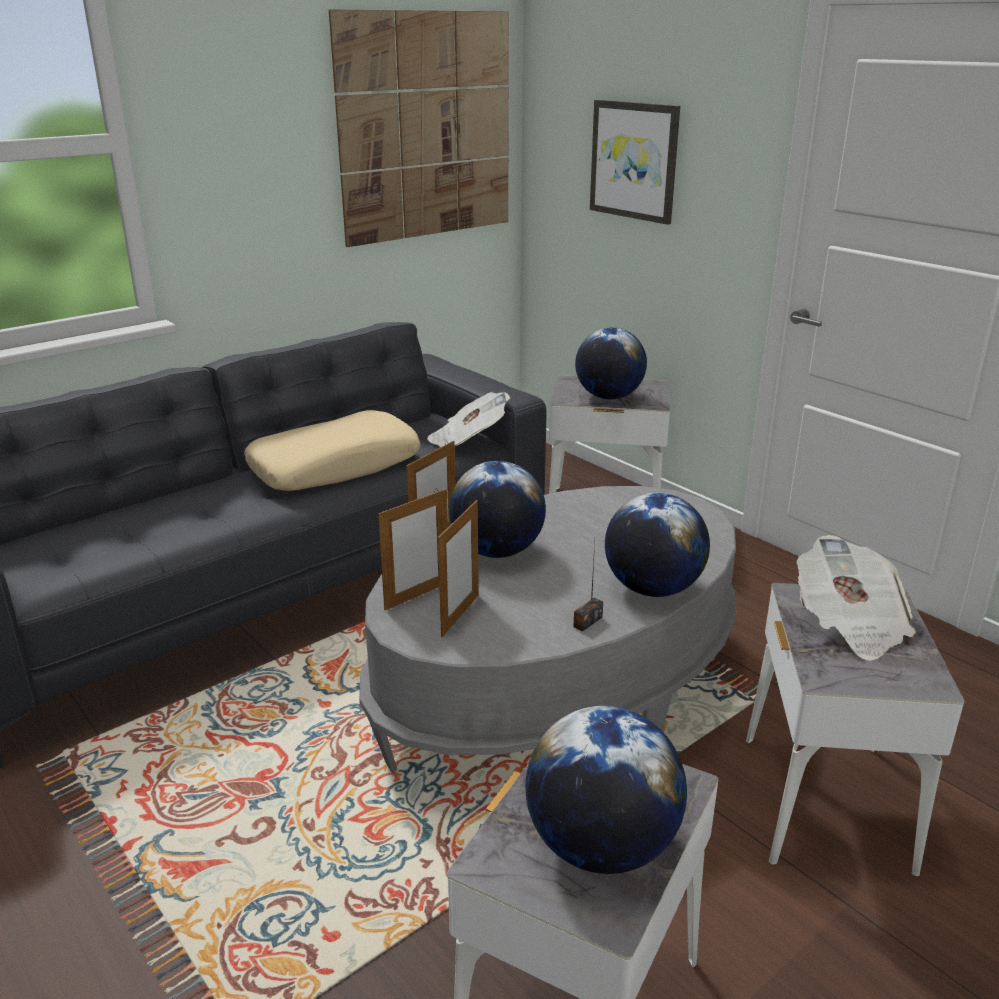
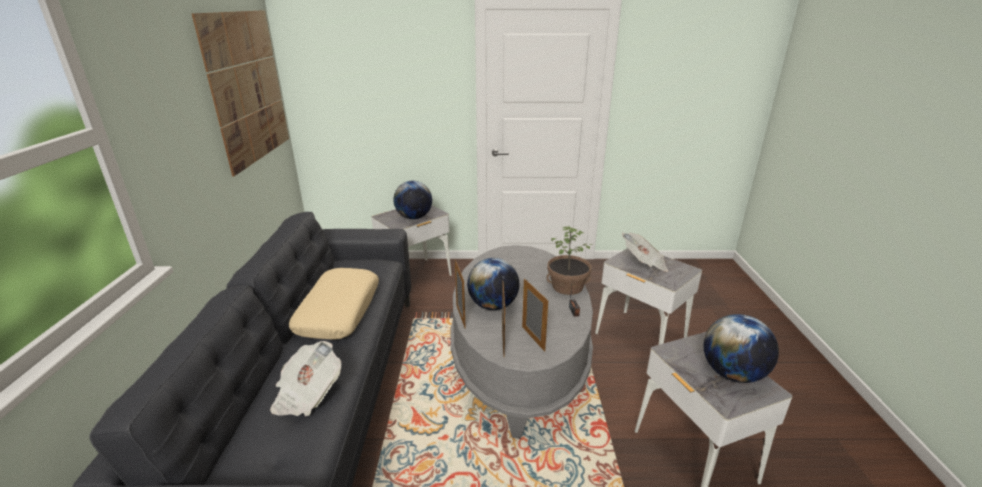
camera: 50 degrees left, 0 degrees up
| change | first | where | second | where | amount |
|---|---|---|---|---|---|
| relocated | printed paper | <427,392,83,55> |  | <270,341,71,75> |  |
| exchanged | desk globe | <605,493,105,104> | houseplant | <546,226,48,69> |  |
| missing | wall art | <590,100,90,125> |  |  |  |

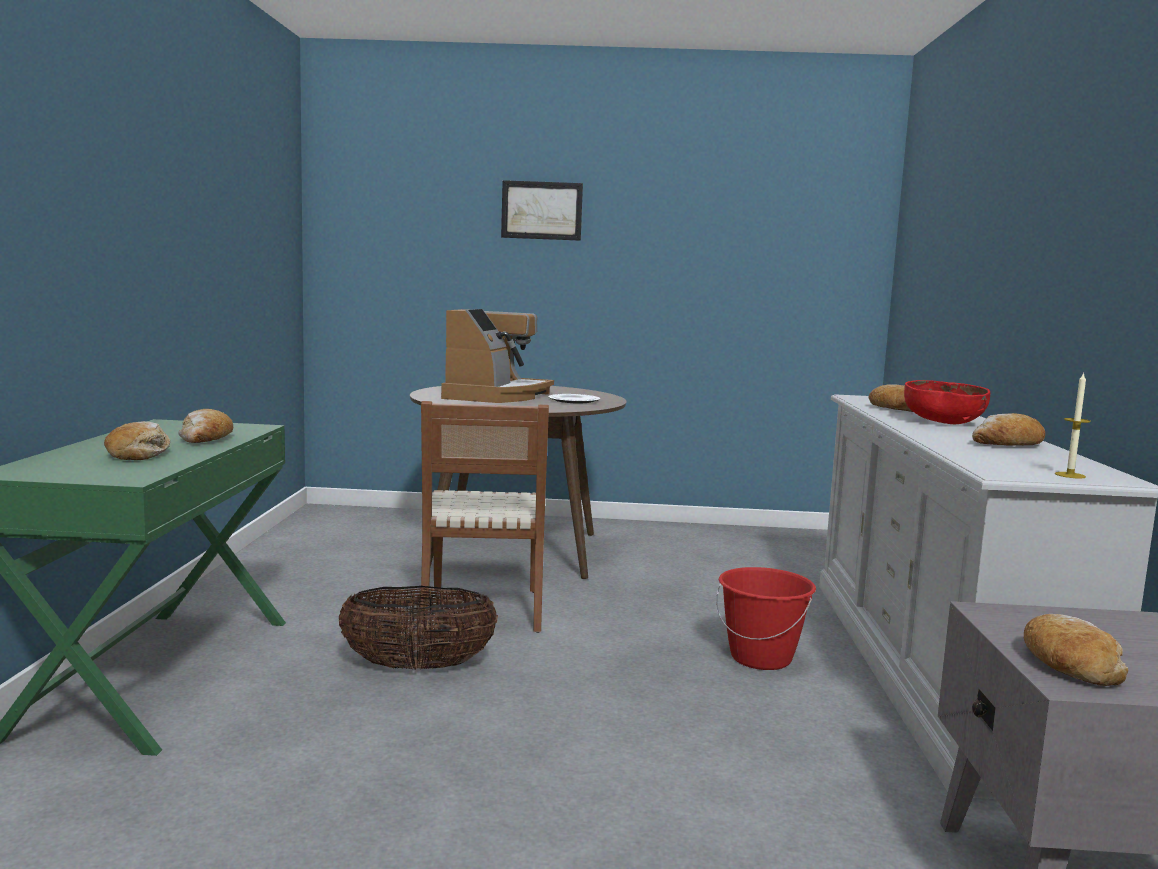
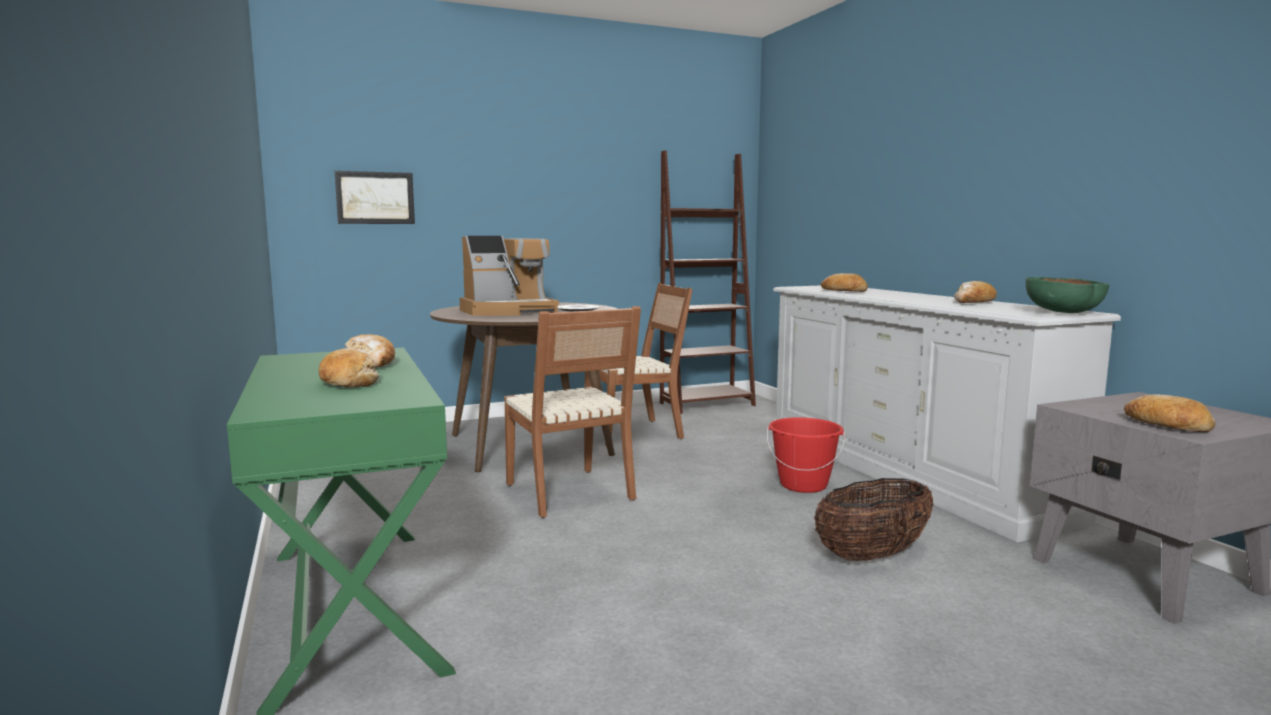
camera: 25 degrees left, 0 degrees up
| change | first | where | second | where | amount |
|---|---|---|---|---|---|
| relocated | wall art | <501,180,82,61> |  | <335,171,80,53> |  |
| spun | coffee brewer | <441,309,113,94> |  | <459,236,100,80> | 75 degrees clockwise |
| appeared |  |  | upright chair | <584,283,108,164> |  |
| appeared |  |  | brown shelving unit | <660,150,96,264> |  |
| relocated | basket | <339,586,159,83> |  | <814,478,120,83> |  |
| exchanged | wax candle | <1055,372,36,106> | greenish serving bowl | <1026,277,83,36> |  |
| missing | red-coloured serving bowl | <904,380,86,44> |  |  |  |

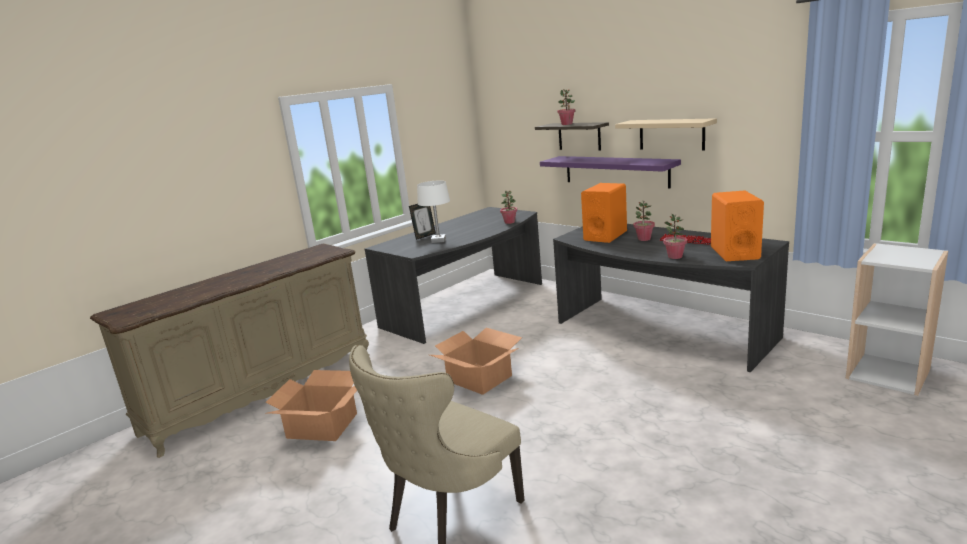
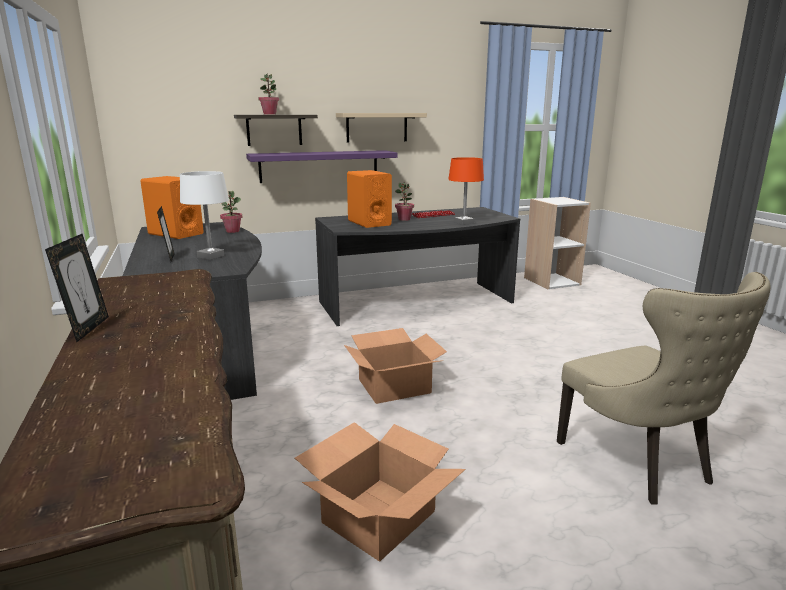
camera: 65 degrees left, 0 degrees up
| change | first | where | second | where | amount |
|---|---|---|---|---|---|
| appeared |  |  | standing frame | <45,234,64,108> |  |
| relocated | orange-coloured loudspeaker | <711,190,53,71> |  | <140,176,64,63> |  |
| exchanged | houseplant | <663,214,24,45> | orange-coloured lamp for a table | <448,157,36,68> |  |

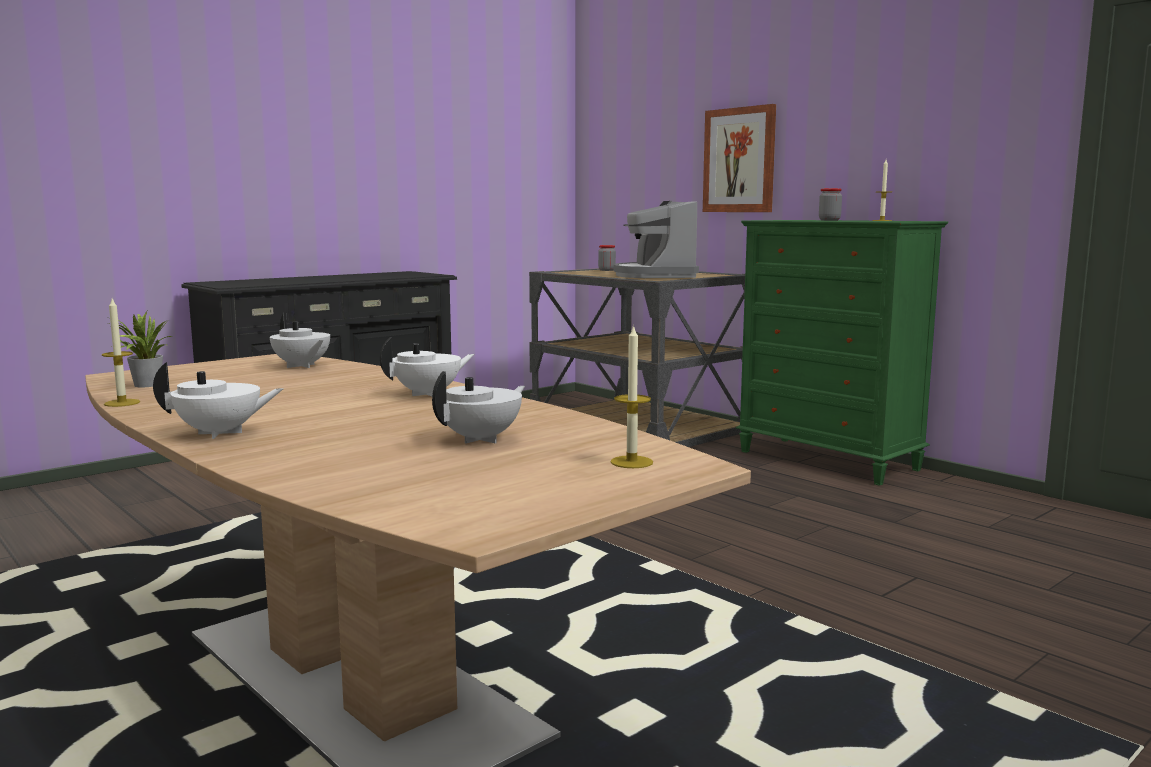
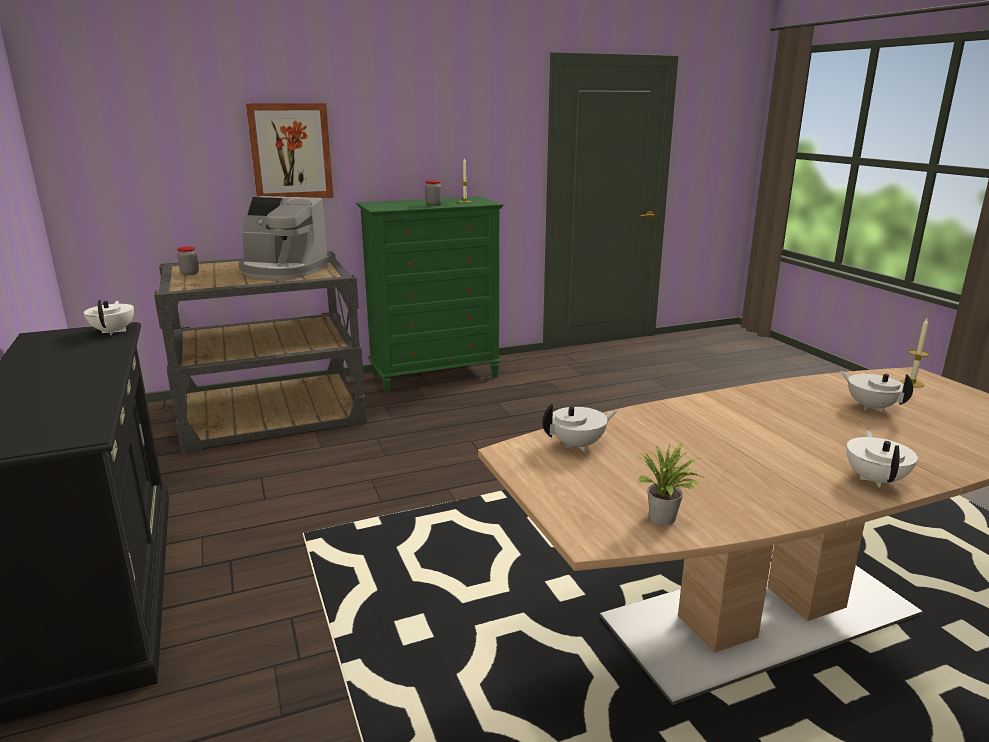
camera: 70 degrees left, 10 degrees up
| change | first | where | second | where | amount |
|---|---|---|---|---|---|
| relocated | white teapot | <380,337,95,60> |  | <84,300,50,35> |  |
| missing | wax candle | <102,299,38,108> |  |  |  |

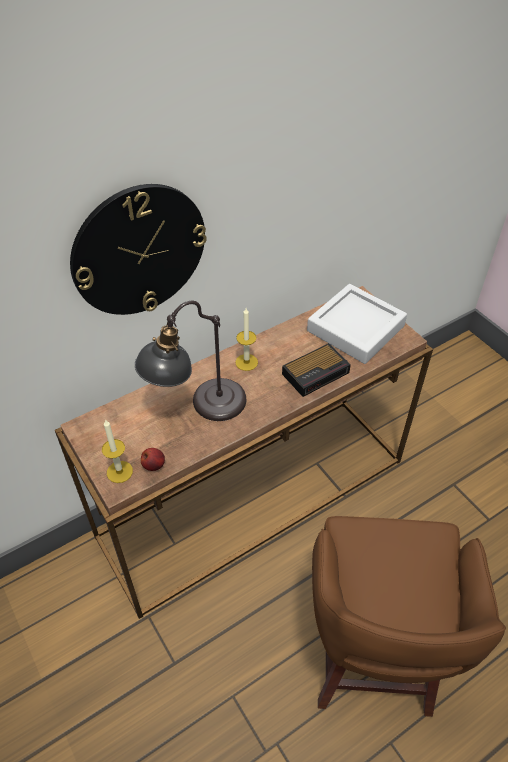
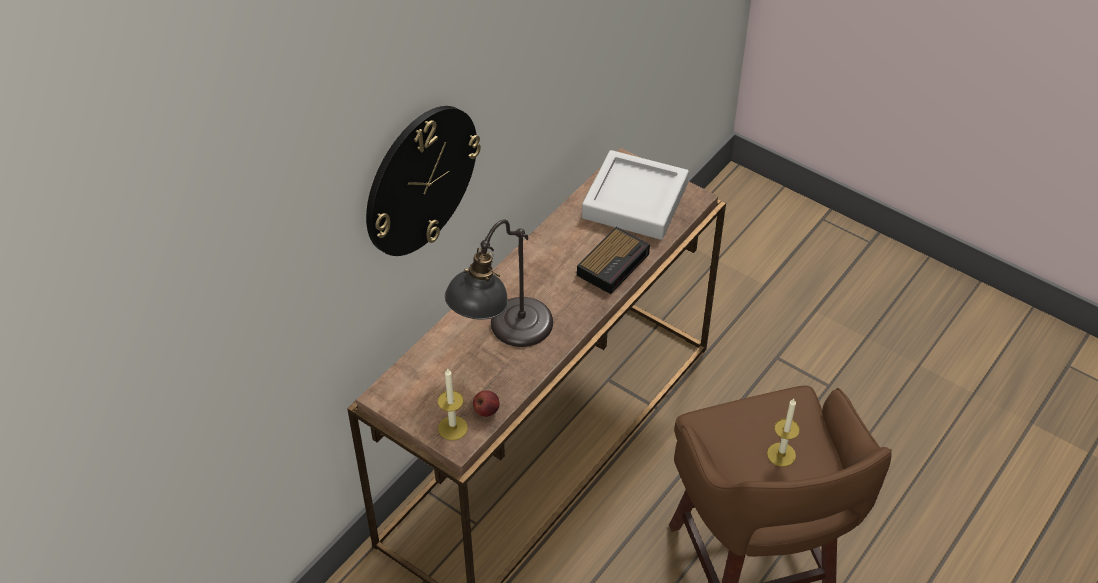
camera: 20 degrees left, 0 degrees up
| change | first | where | second | where | amount |
|---|---|---|---|---|---|
| relocated | wax candle | <235,308,23,63> |  | <767,399,33,68> |  |

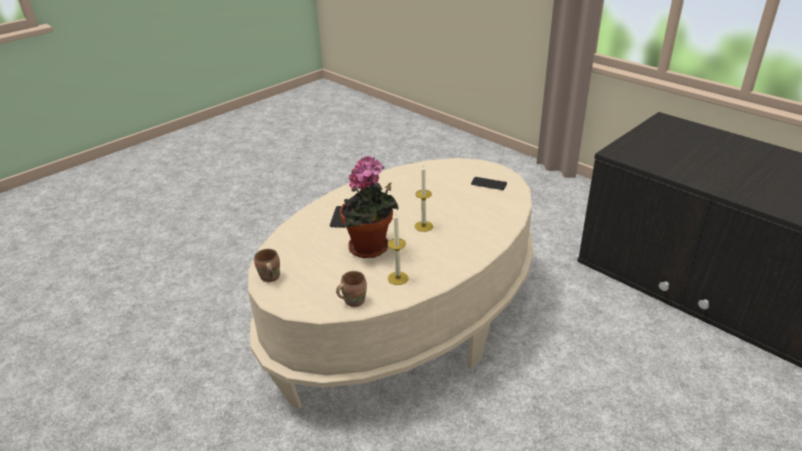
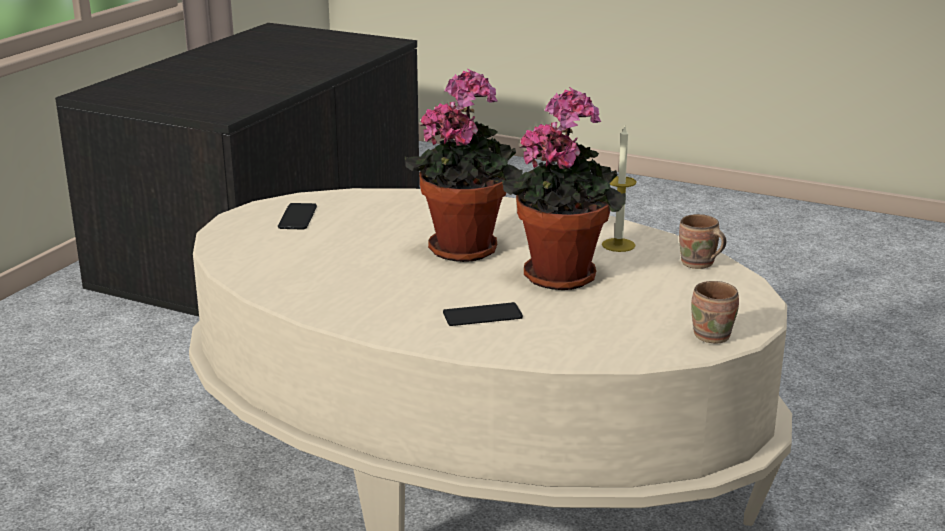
camera: 110 degrees left, 10 degrees down
| change | first | where | second | where | amount |
|---|---|---|---|---|---|
| exchanged | wax candle | <415,164,18,68> | houseplant | <405,69,117,193> |  |

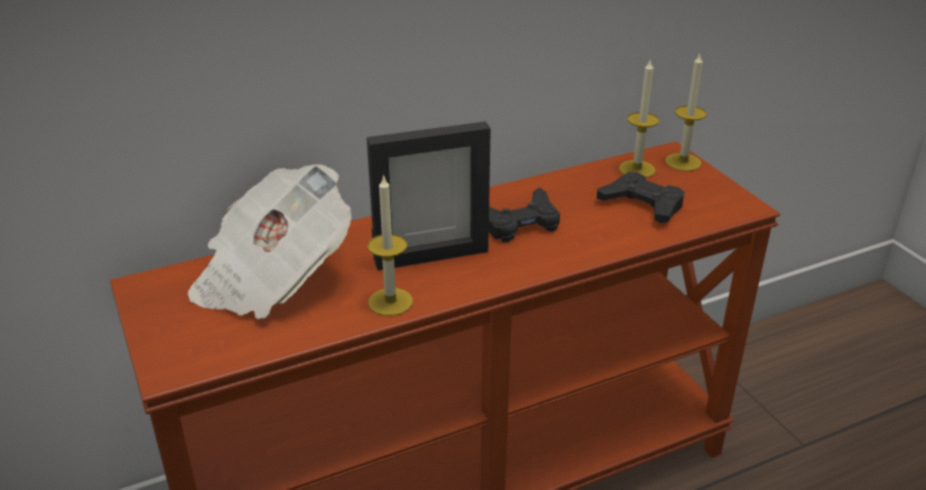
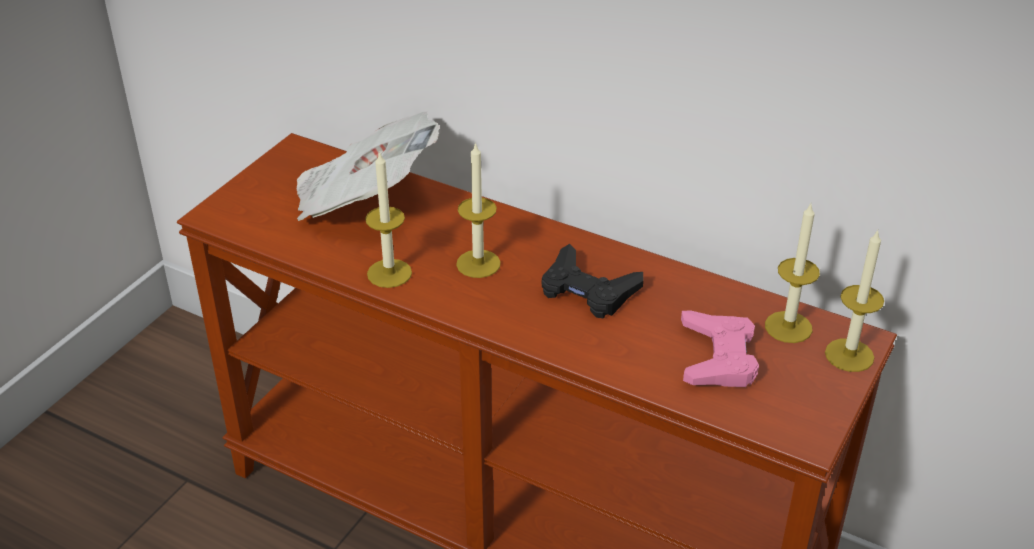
camera: 55 degrees right, 5 degrees up
| change | first | where | second | where | amount |
|---|---|---|---|---|---|
| exchanged | standing frame | <367,121,124,150> | wax candle | <456,142,45,136> |  |
| colour | black gamepad | <597,172,87,51> | pink-coloured gamepad | <681,310,78,77> |  |

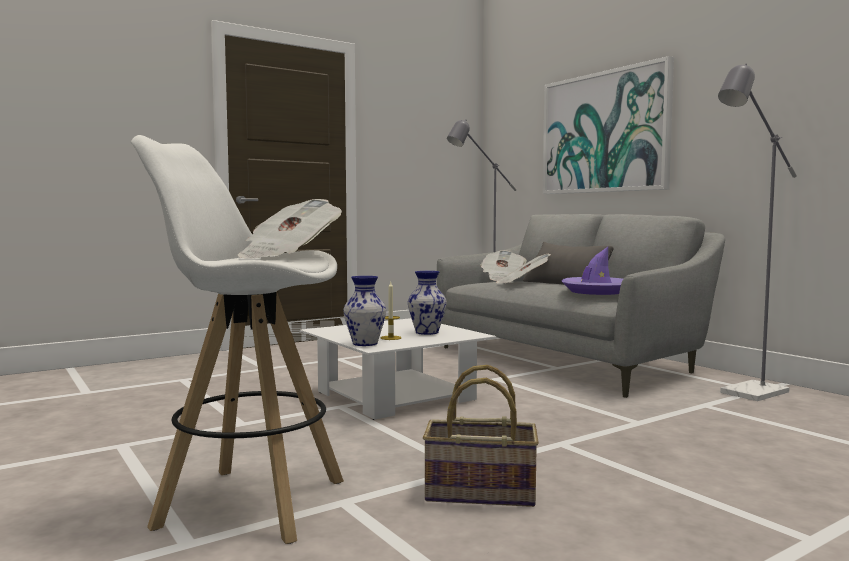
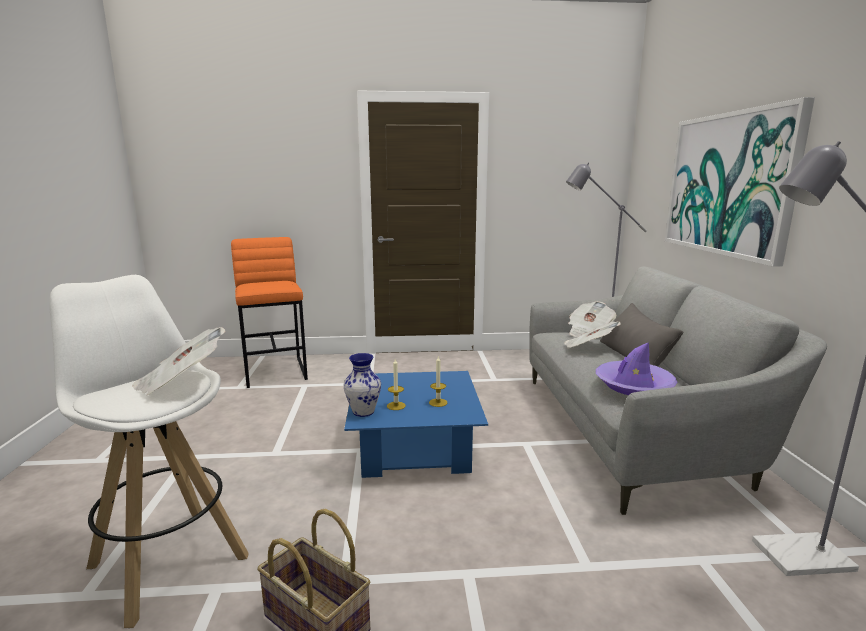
camera: 30 degrees right, 10 degrees up
| change | first | where | second | where | amount |
|---|---|---|---|---|---|
| appeared |  |  | orange-coloured stool | <231,237,77,151> |  |
| colour | white coffee table | <300,318,196,102> | bluish coffee table | <344,371,144,107> |  |
| exchanged | flower vase | <408,271,39,64> | wax candle | <429,355,18,52> |  |

